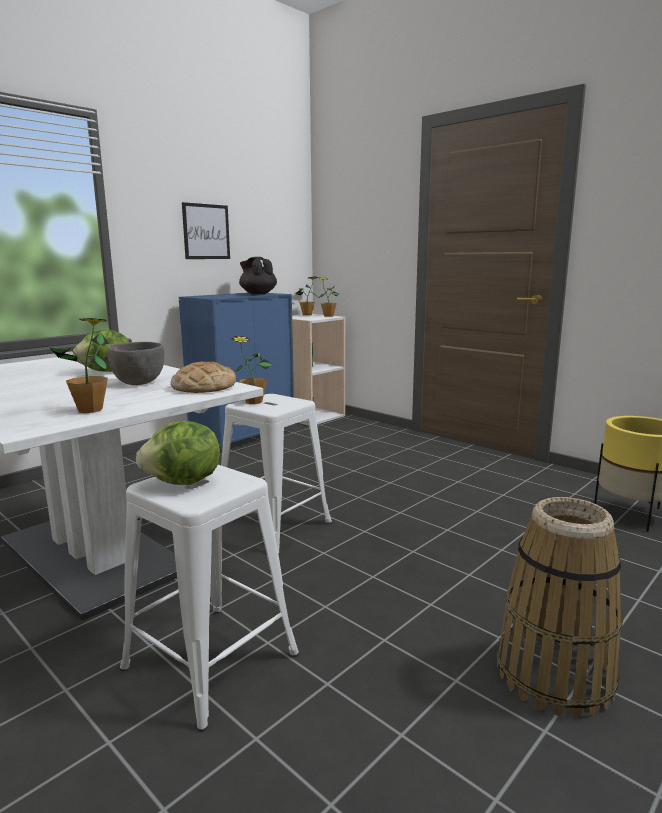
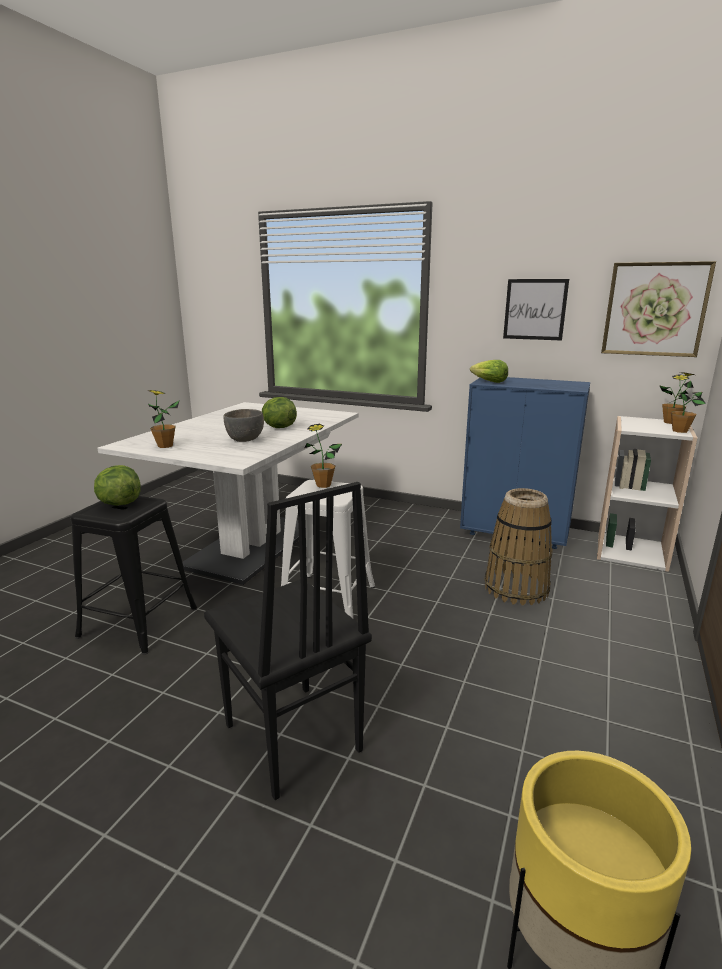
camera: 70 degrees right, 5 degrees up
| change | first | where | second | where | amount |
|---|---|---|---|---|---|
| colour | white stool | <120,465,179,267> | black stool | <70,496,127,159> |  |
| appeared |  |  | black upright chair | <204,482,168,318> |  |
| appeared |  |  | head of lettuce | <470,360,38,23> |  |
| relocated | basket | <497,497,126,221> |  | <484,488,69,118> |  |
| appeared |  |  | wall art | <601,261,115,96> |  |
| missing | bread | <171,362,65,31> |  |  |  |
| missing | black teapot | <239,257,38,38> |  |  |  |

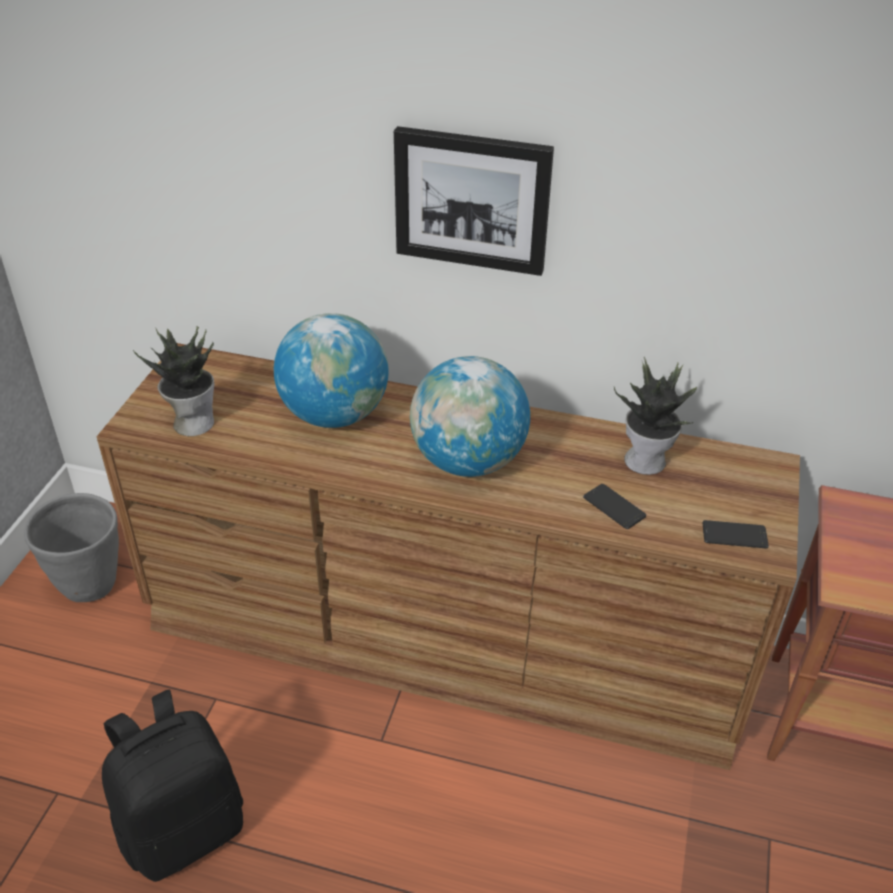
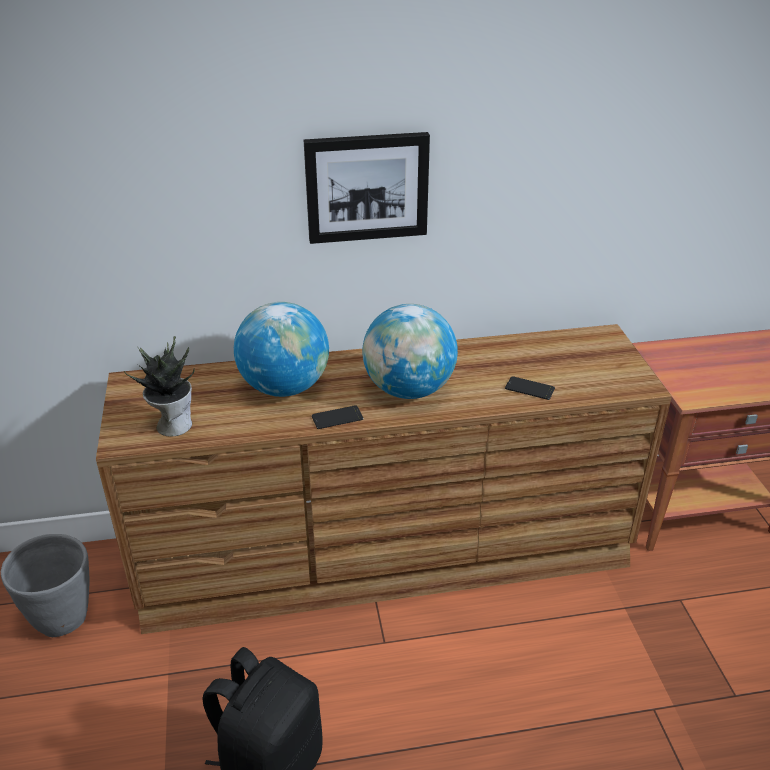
camera: 25 degrees left, 5 degrees down
| change | first | where | second | where | amount |
|---|---|---|---|---|---|
| relocated | handset | <702,520,67,28> |  | <312,405,52,24> |  |
| missing | houseplant | <614,357,83,118> |  |  |  |

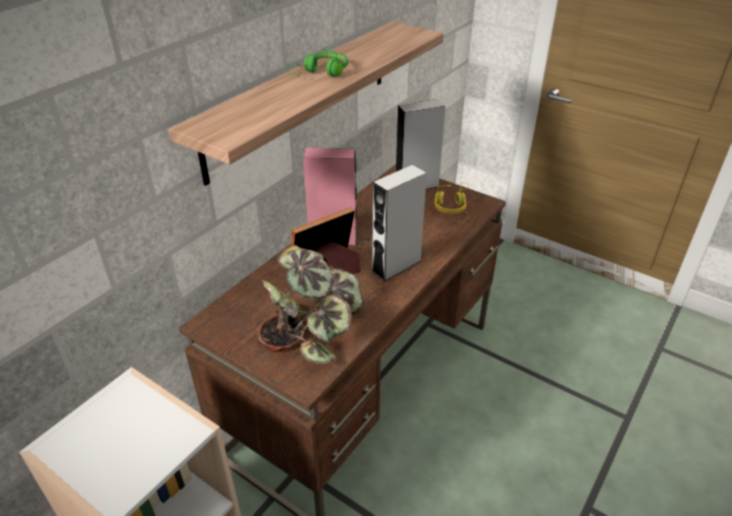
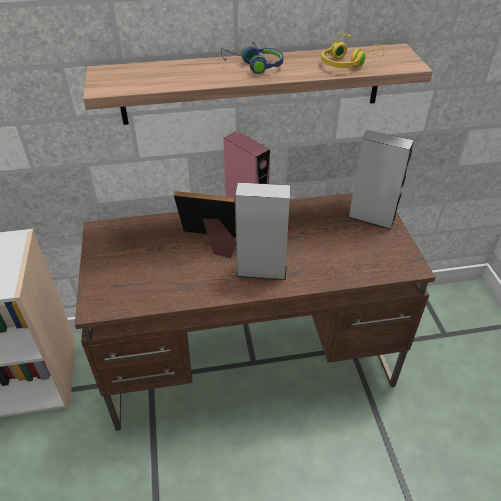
camera: 45 degrees right, 5 degrees up
| change | first | where | second | where | amount |
|---|---|---|---|---|---|
| colour | greenish pair of headphones | <287,47,61,30> | bluish pair of headphones | <221,42,63,32> |  |
| relocated | yellow-coloured pair of headphones | <434,182,35,32> |  | <321,33,63,35> |  |
| missing | houseplant | <258,245,106,119> |  |  |  |

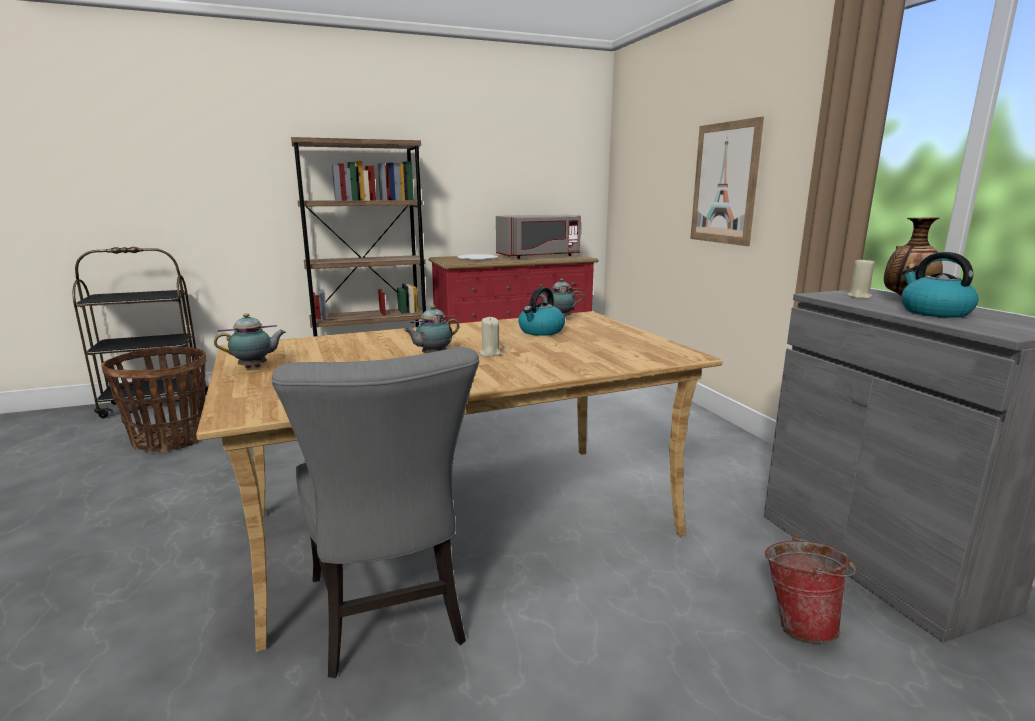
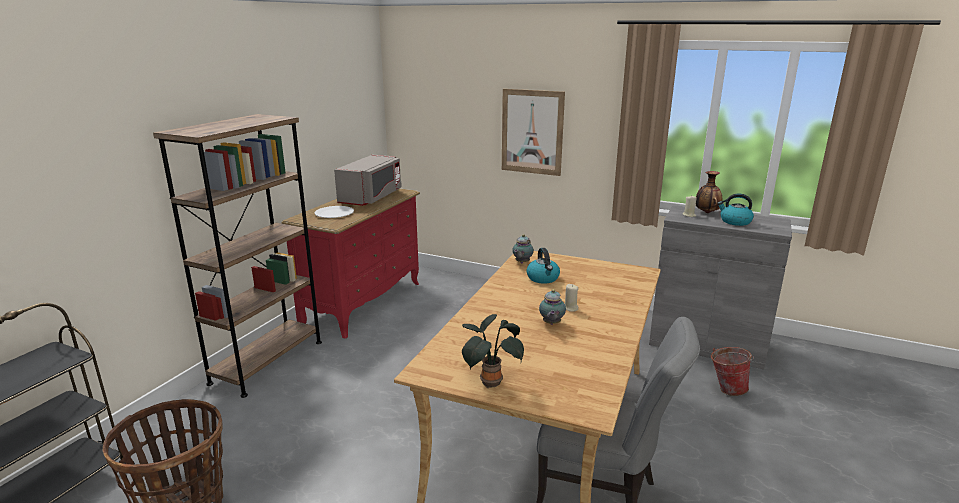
camera: 45 degrees left, 5 degrees up
| change | first | where | second | where | amount |
|---|---|---|---|---|---|
| exchanged | teapot | <214,313,72,55> | houseplant | <462,314,62,74> |  |

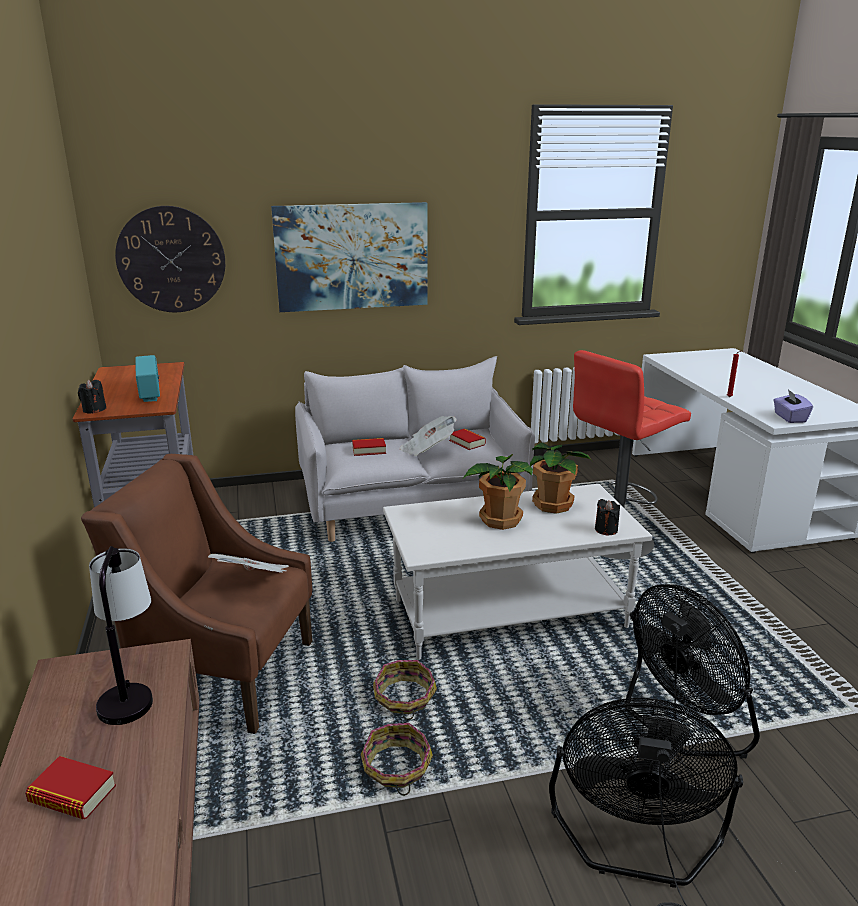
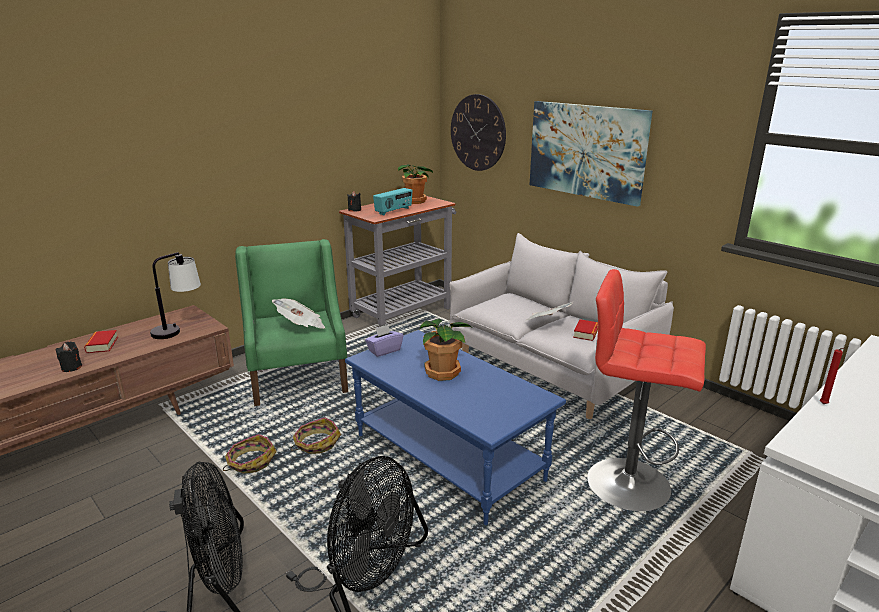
camera: 60 degrees right, 0 degrees up
| change | first | where | second | where | amount |
|---|---|---|---|---|---|
| relocated | black wax candle | <595,499,25,36> |  | <55,341,27,31> |  |
| colour | brown armchair | <81,454,231,280> | greenish armchair | <235,239,113,167> |  |
| colour | white coffee table | <383,484,269,176> | bluish coffee table | <345,330,221,195> |  |
| relocated | purple-coloured tissue holder | <773,389,40,34> |  | <365,324,38,33> |  |
| relocated | houseplant | <530,442,61,72> |  | <398,164,35,40> |  |
| missing | volume | <352,438,34,18> |  |  |  |

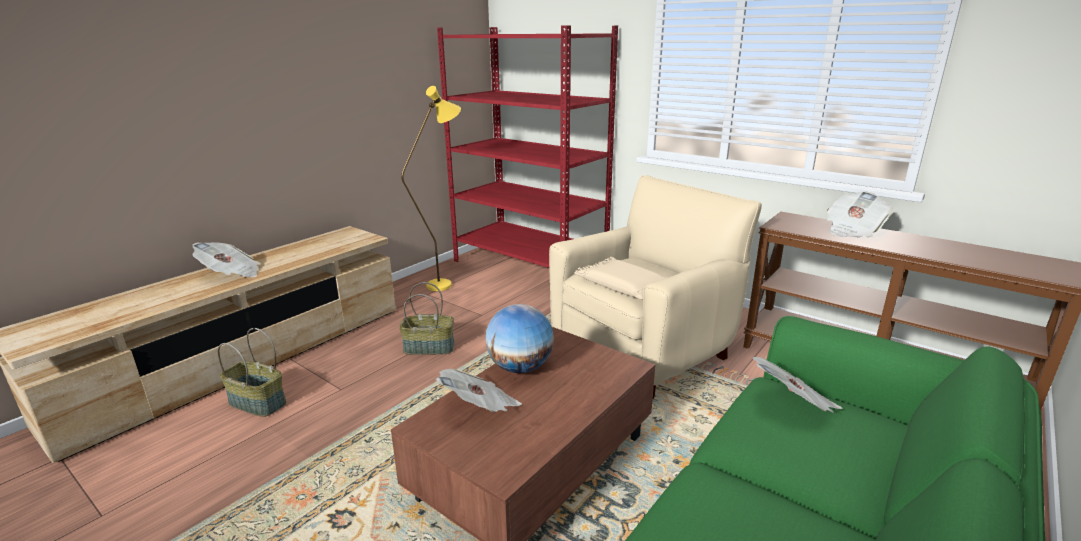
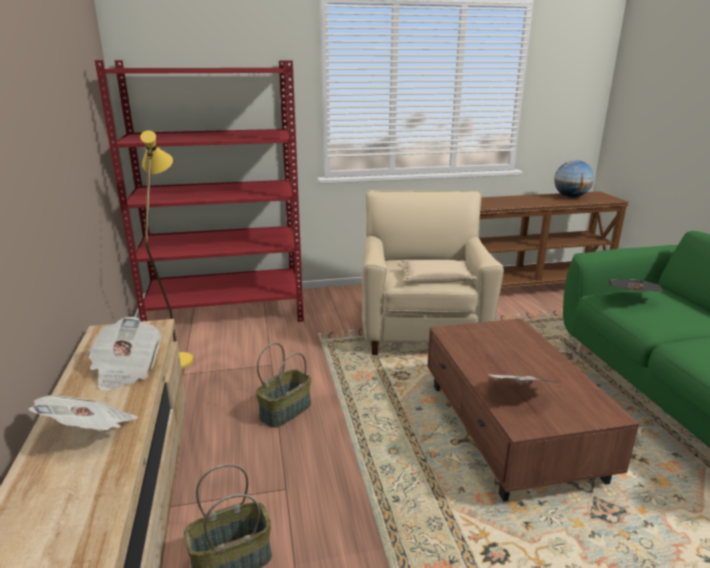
camera: 50 degrees left, 0 degrees up
| change | first | where | second | where | amount |
|---|---|---|---|---|---|
| relocated | printed paper | <826,191,67,46> |  | <88,317,74,74> |  |
| relocated | desk globe | <485,304,69,69> |  | <555,160,39,38> |  |

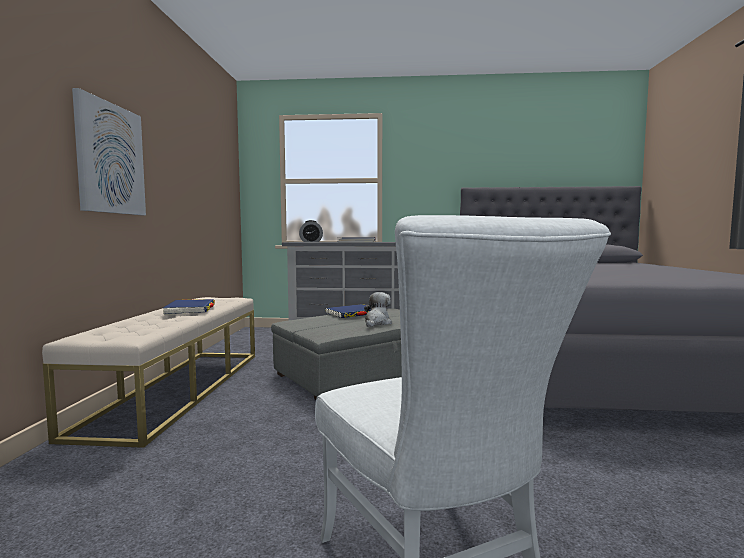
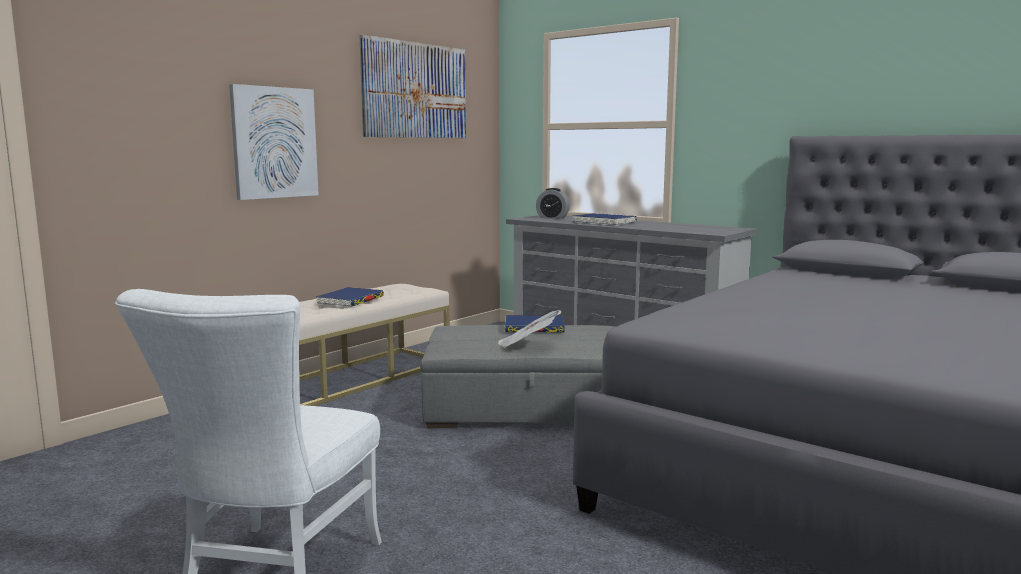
camera: 35 degrees right, 5 degrees up
| change | first | where | second | where | amount |
|---|---|---|---|---|---|
| appeared |  |  | wall art | <359,35,107,103> |  |
| exchanged | plush toy | <364,292,28,35> | printed paper | <498,310,63,38> |  |

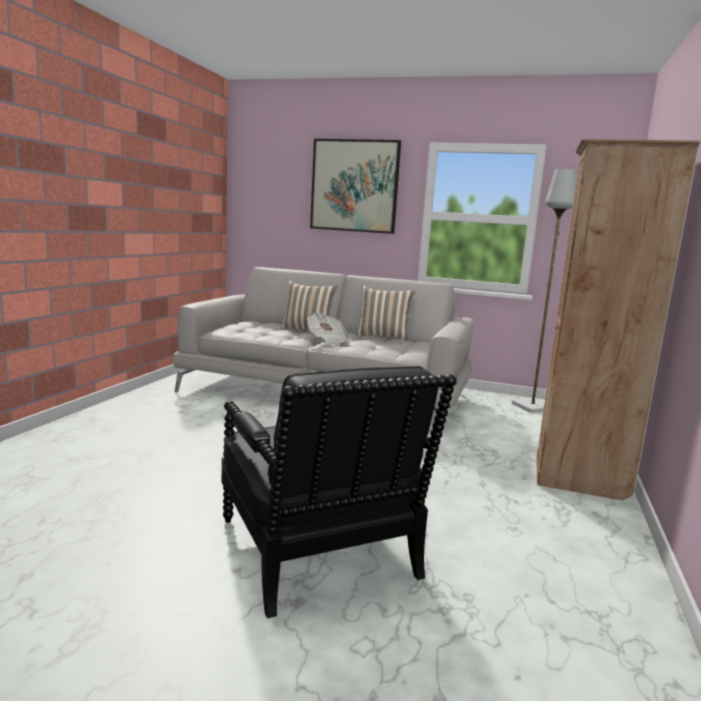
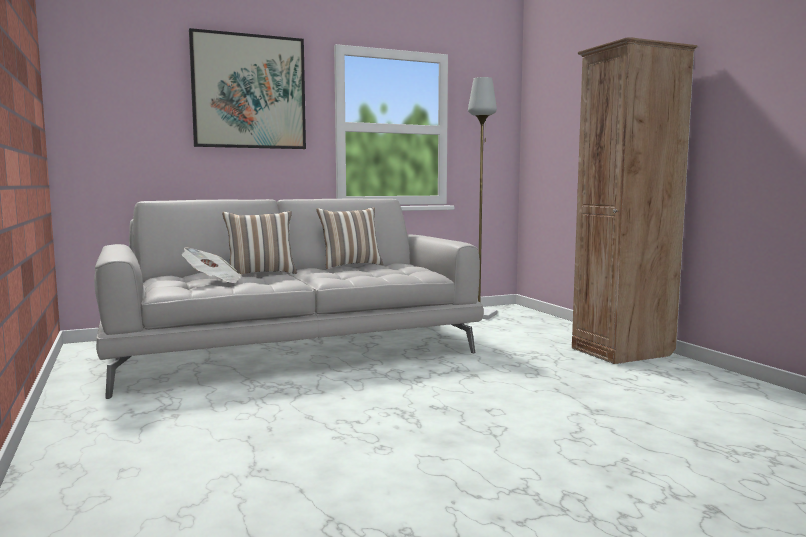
camera: 40 degrees left, 5 degrees down
| change | first | where | second | where | amount |
|---|---|---|---|---|---|
| relocated | printed paper | <307,313,42,33> |  | <182,247,60,36> |  |
| missing | black armchair | <222,366,235,252> |  |  |  |

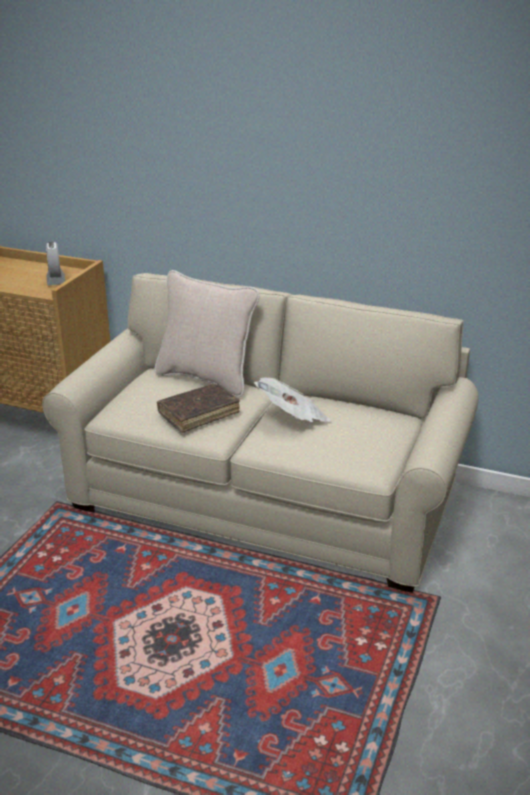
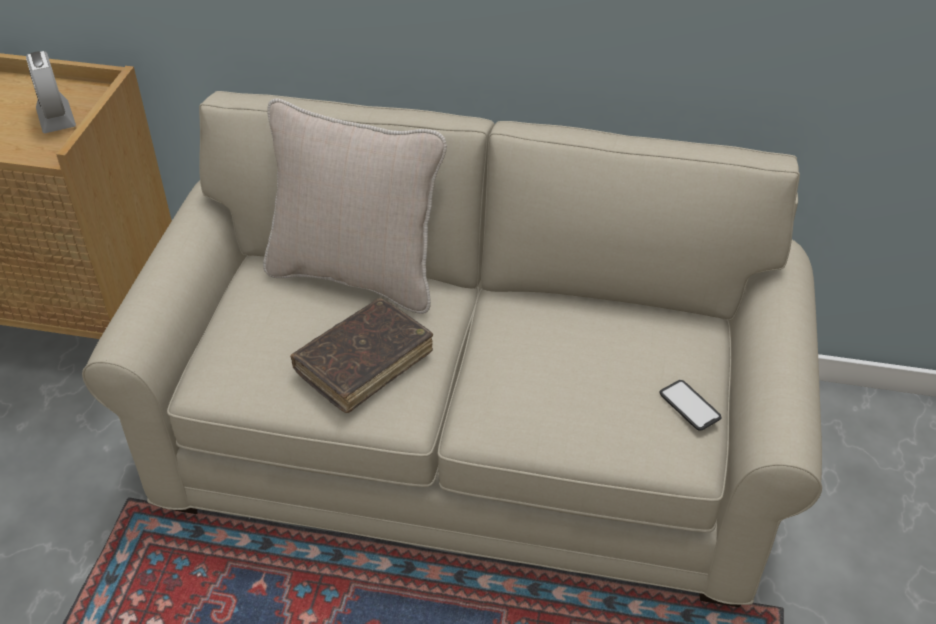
camera: 10 degrees left, 15 degrees up
| change | first | where | second | where | amount |
|---|---|---|---|---|---|
| appeared |  |  | handset | <660,380,62,51> |  |
| missing | printed paper | <254,378,78,44> |  |  |  |

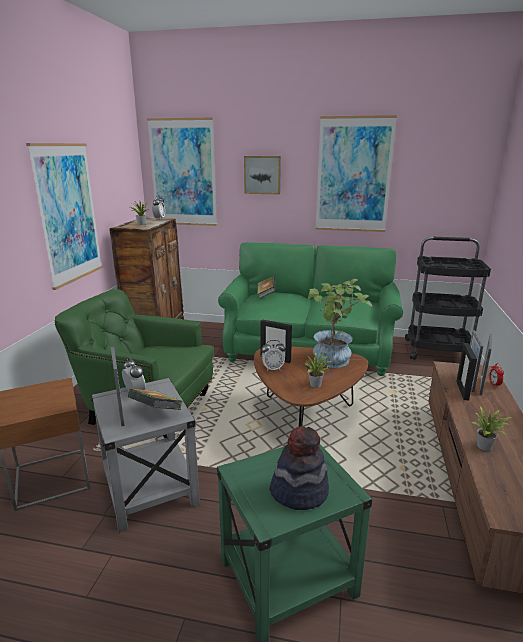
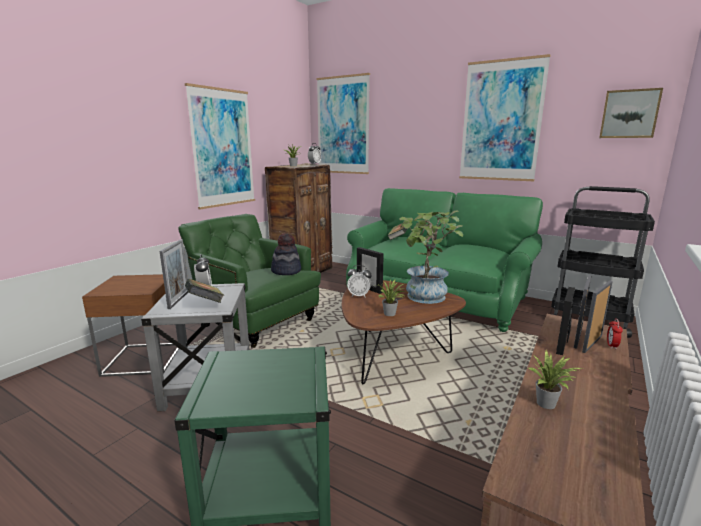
camera: 20 degrees right, 5 degrees down
| change | first | where | second | where | amount |
|---|---|---|---|---|---|
| relocated | clothing hat | <269,427,60,83> |  | <271,233,30,42> |  |
| relocated | wall art | <244,156,37,38> |  | <599,88,64,50> |  |

